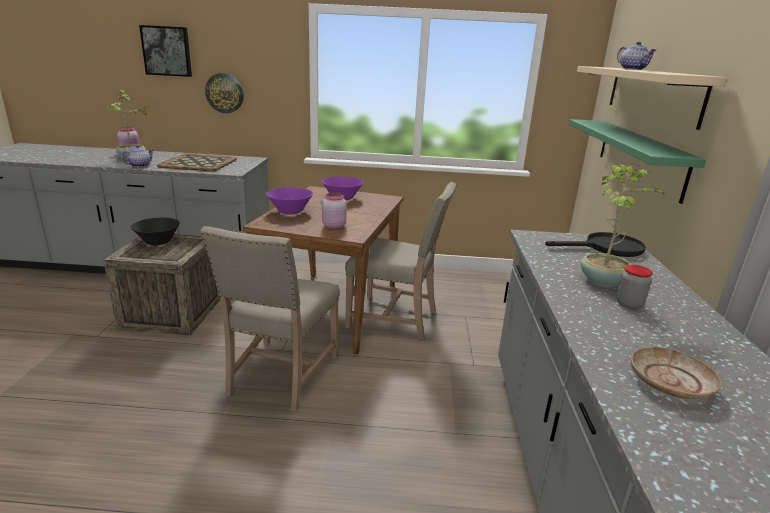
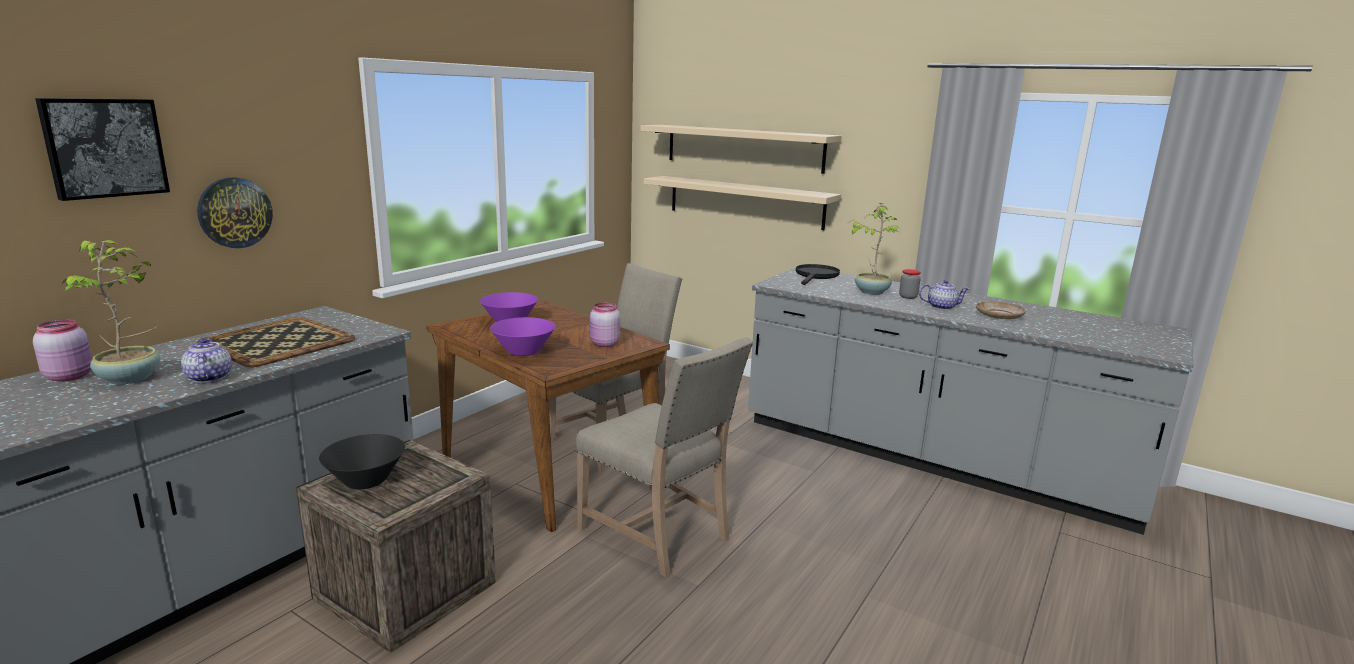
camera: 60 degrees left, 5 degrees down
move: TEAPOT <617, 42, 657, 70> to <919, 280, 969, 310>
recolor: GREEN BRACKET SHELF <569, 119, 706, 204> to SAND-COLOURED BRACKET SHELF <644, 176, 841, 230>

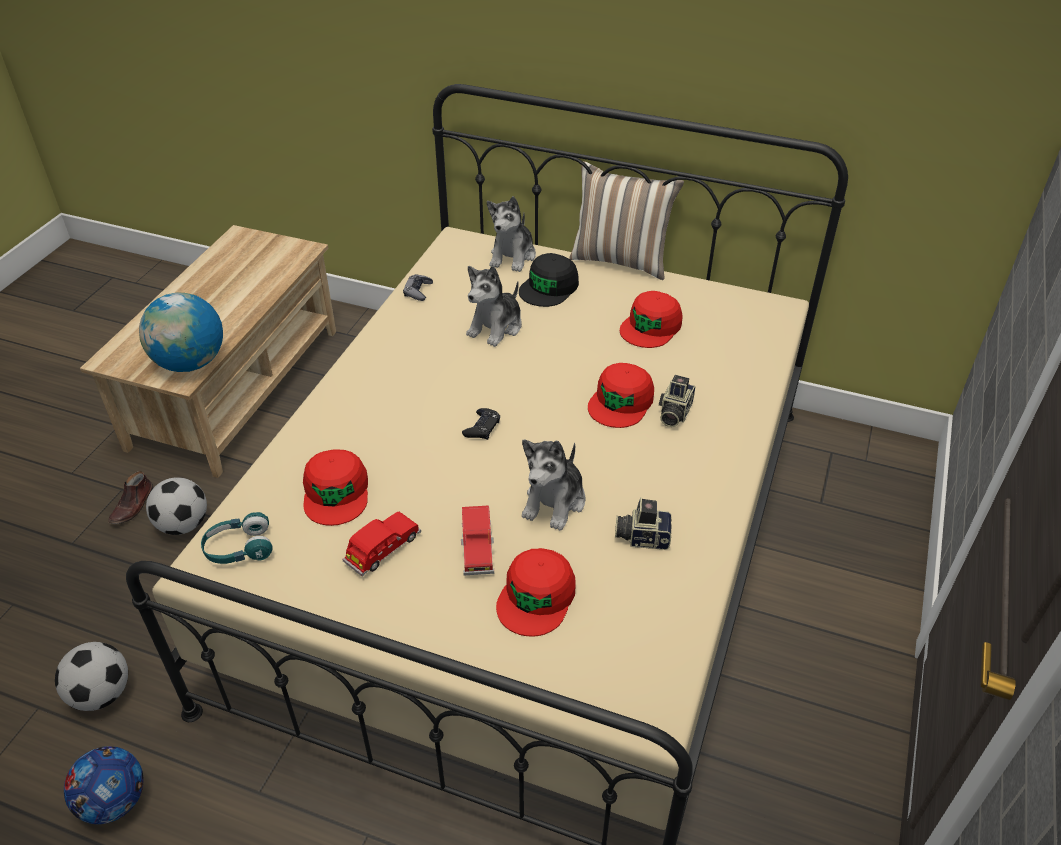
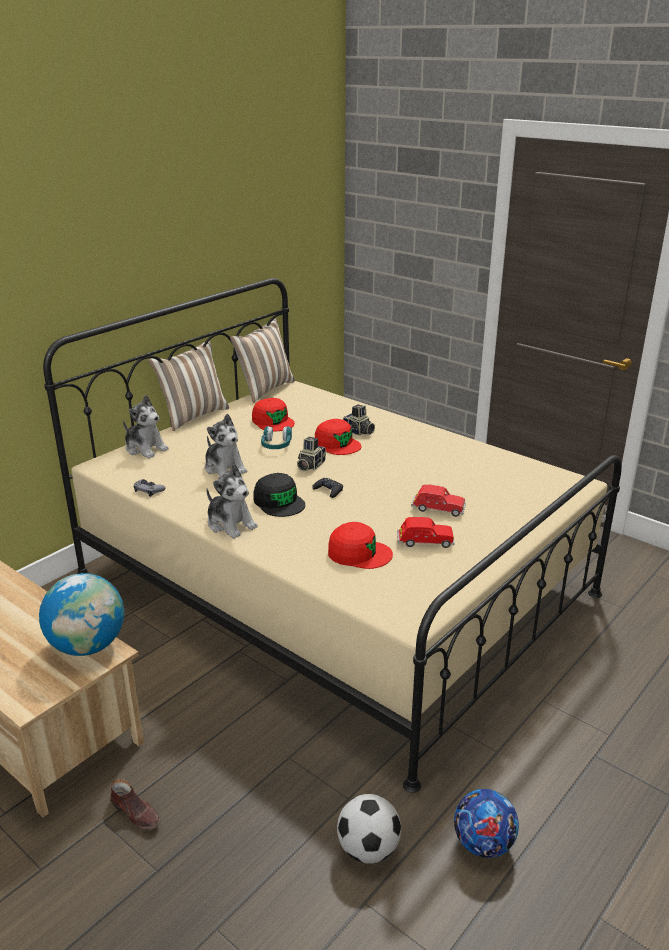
camera: 70 degrees left, 15 degrees down
delete: FOOTBALL BALL <146, 477, 207, 535>; RED CAP <496, 548, 575, 637>
insert: CUSHION <230, 318, 295, 403>
move: TURQUOISE HEADSET <201, 512, 273, 564> to <261, 426, 292, 449>; BLACK CAP <519, 253, 579, 307> to <253, 473, 305, 517>; SOFT TOY <522, 440, 585, 531> to <206, 464, 258, 539>; PHOTO CAMERA <615, 497, 671, 550> to <297, 437, 326, 471>
rotate: RED TOY CAR <342, 512, 421, 577> = <397, 517, 455, 548> 120 degrees clockwise

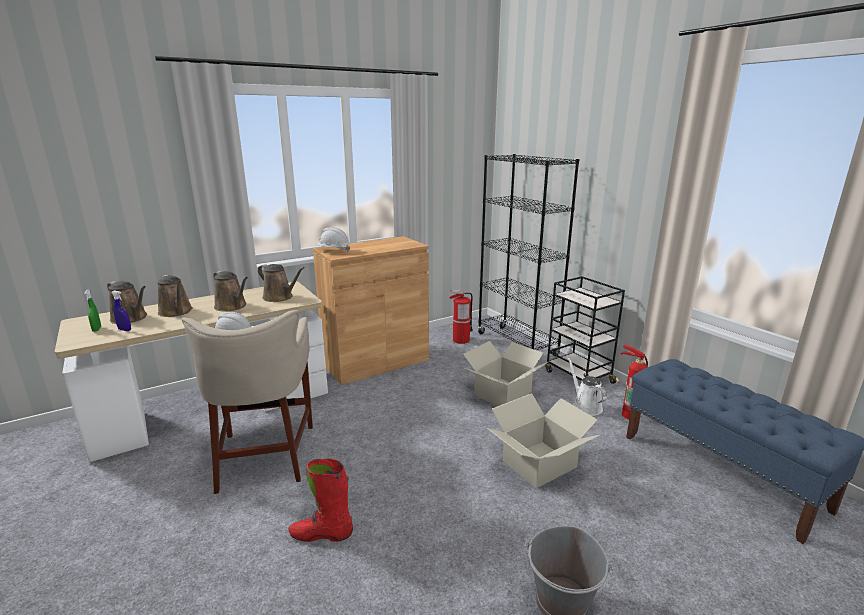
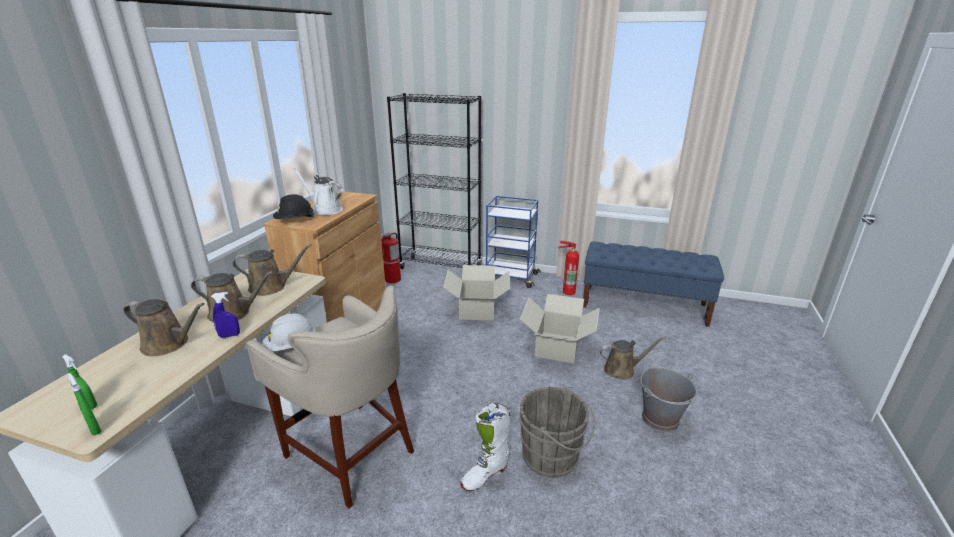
camera: 40 degrees left, 5 degrees up
insert: GREEN SPRAYER <68, 373, 101, 435>; GREY PAIL <519, 387, 595, 478>
move: BROWN SPRINKLING CAN <107, 281, 147, 324> to <600, 336, 666, 380>; BLUISH SPRAYER <111, 291, 131, 331> to <211, 292, 240, 338>; WHITISH SPRINKLING CAN <568, 357, 607, 416> to <293, 168, 343, 215>
recolor: RED TALL BOOT <289, 459, 353, 542> to WHITISH TALL BOOT <460, 403, 510, 491>; WHITISH HARD HAT <315, 227, 351, 251> to BLACK HARD HAT <273, 194, 314, 219>; BLACK TROLLEY <545, 276, 625, 384> to BLUISH TROLLEY <486, 196, 541, 288>

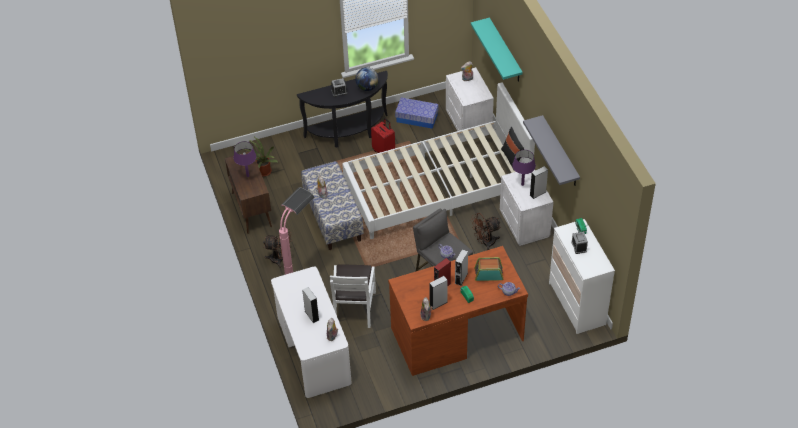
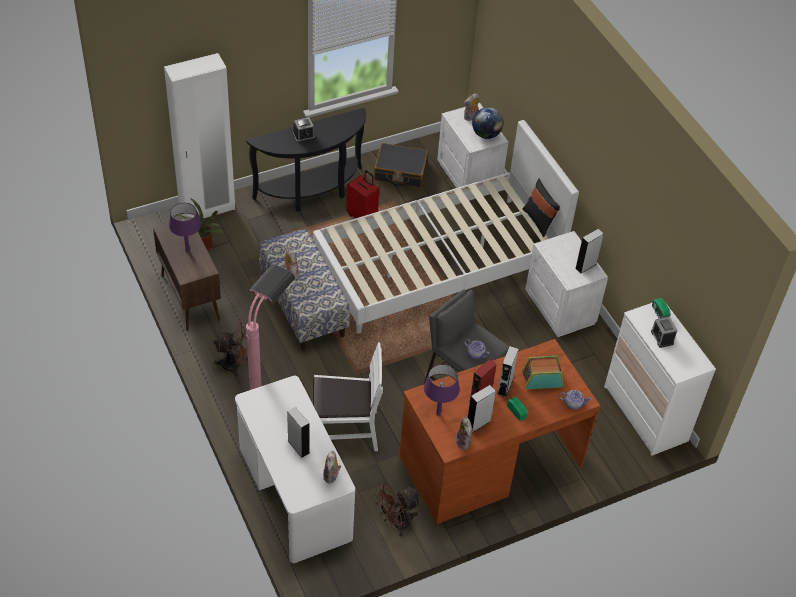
camera: 10 degrees left, 0 degrees up
delete: TURQUOISE BRACKET SHELF <471, 18, 523, 82>; GREY BRACKET SHELF <523, 115, 580, 185>
insert: WHITISH ARMOIRE <164, 53, 235, 218>
move: DESK GLOBE <355, 67, 379, 91> to <472, 107, 503, 139>; BROWN FAN <471, 213, 501, 250> to <374, 483, 421, 537>; PURPLISH TABLETOP LAMP <512, 150, 536, 186> to <424, 364, 460, 416>
replace: STORAGE BIN <395, 97, 439, 129> to BLACK PIECE OF LUGGAGE <374, 143, 428, 188>
rotate: WHITISH UPRIGHT CHAIR <330, 264, 376, 328> = <313, 342, 383, 451> 90 degrees counterclockwise

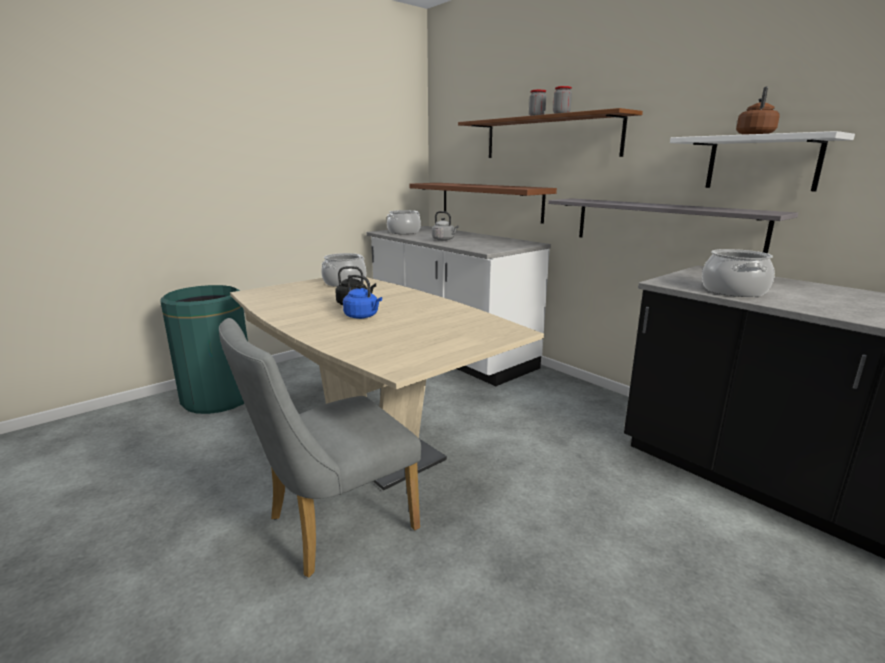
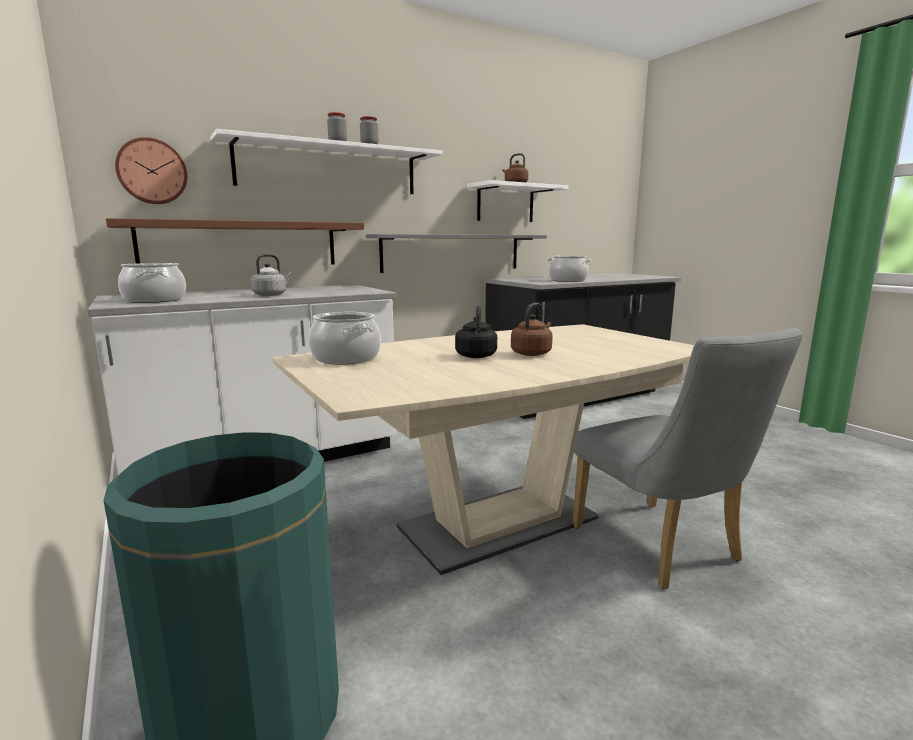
camera: 80 degrees left, 5 degrees down
insert: HANGING CLOCK <115, 137, 187, 204>
recolor: BLUISH KETTLE <343, 275, 382, 319> to BROWN KETTLE <511, 303, 553, 356>; BROWN BRACKET SHELF <458, 108, 643, 158> to WHITISH BRACKET SHELF <210, 129, 443, 194>

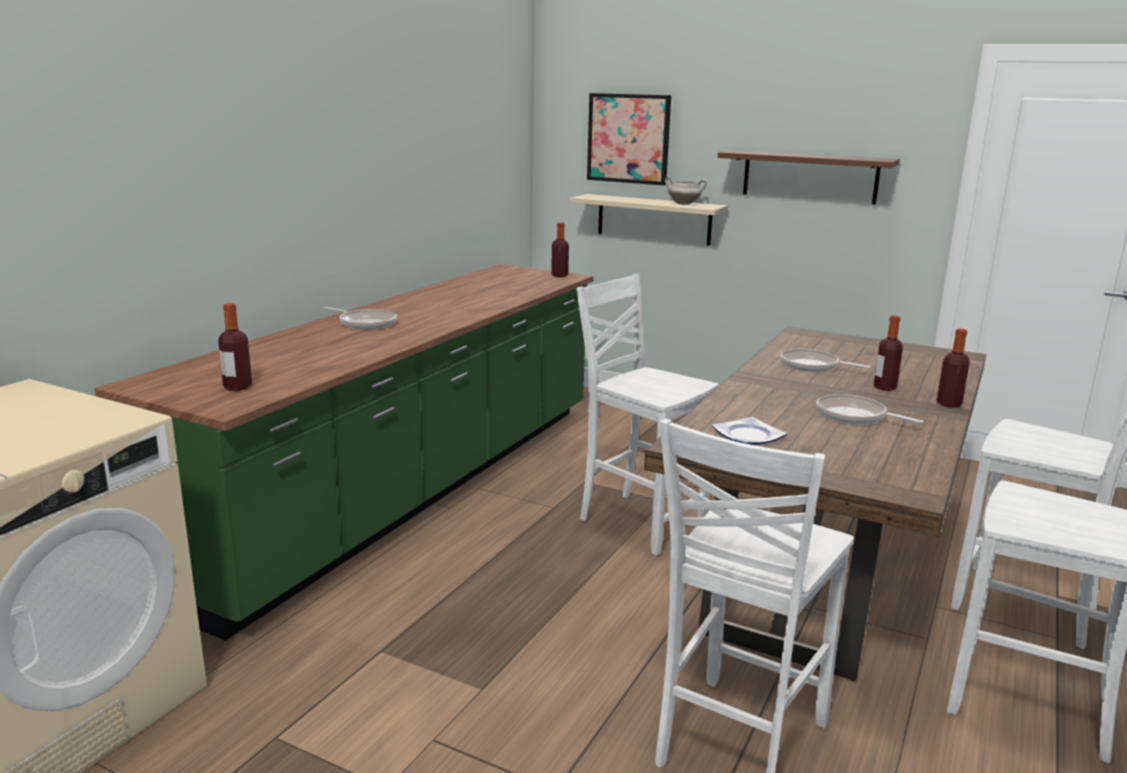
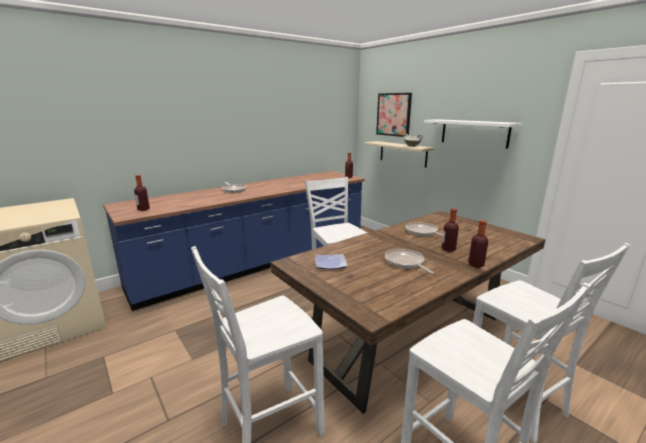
camera: 25 degrees right, 0 degrees up
recolor: GREEN COUNTER <95, 264, 594, 641> to BLUISH COUNTER <103, 171, 365, 311>; BROWN BRACKET SHELF <718, 150, 900, 205> to WHITISH BRACKET SHELF <424, 119, 522, 149>

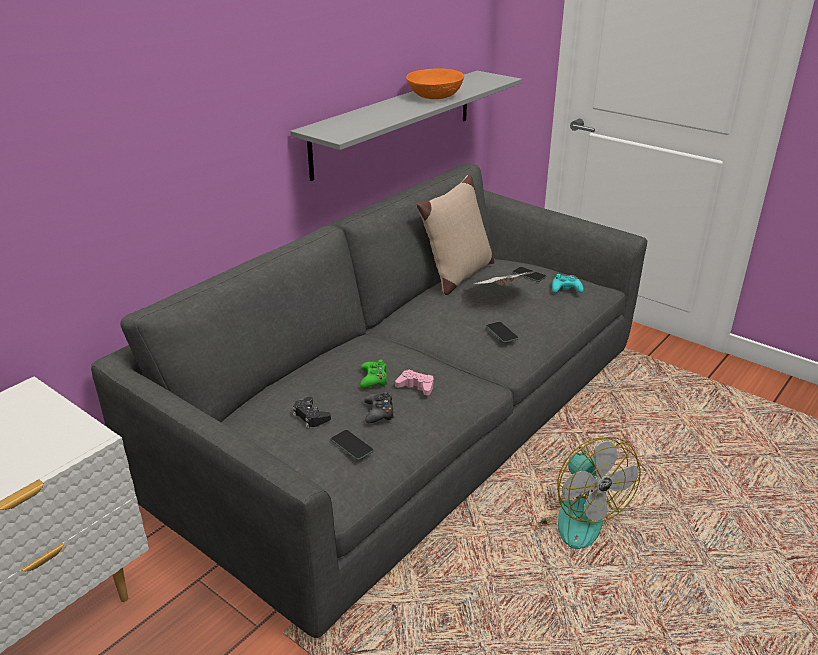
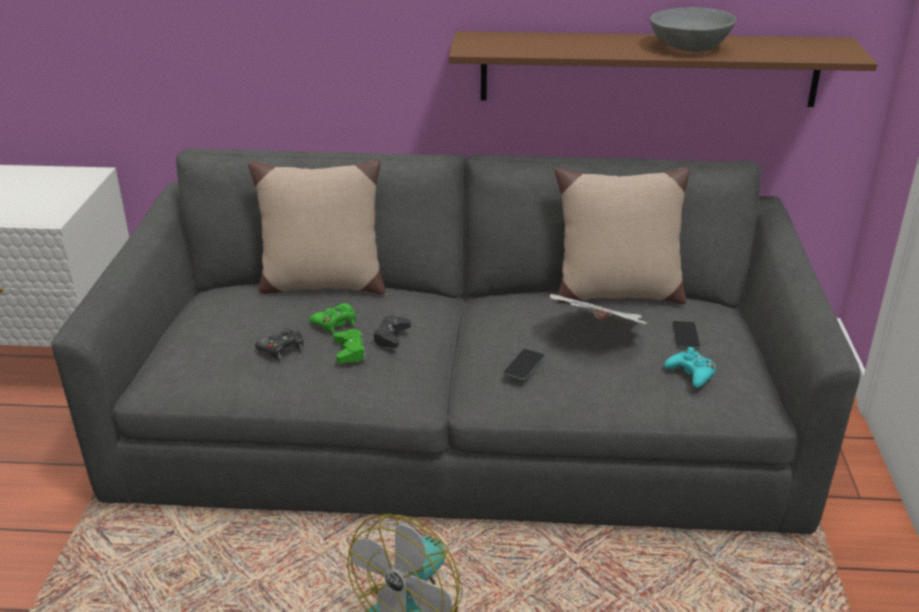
camera: 55 degrees right, 0 degrees up
delete: HANDSET <331, 430, 374, 460>
insert: SAND-COLOURED CUSHION <248, 160, 385, 295>
move: BLACK JOYPAD <293, 397, 331, 428> to <373, 315, 411, 348>
recolor: GREY BRACKET SHELF <290, 71, 522, 181> to BROWN BRACKET SHELF <449, 31, 877, 107>; PINK JOYPAD <395, 370, 433, 395> to GREEN JOYPAD <334, 329, 366, 363>; ORANGE-COLOURED SERVING BOWL <406, 68, 464, 99> to GREY SERVING BOWL <650, 7, 736, 52>

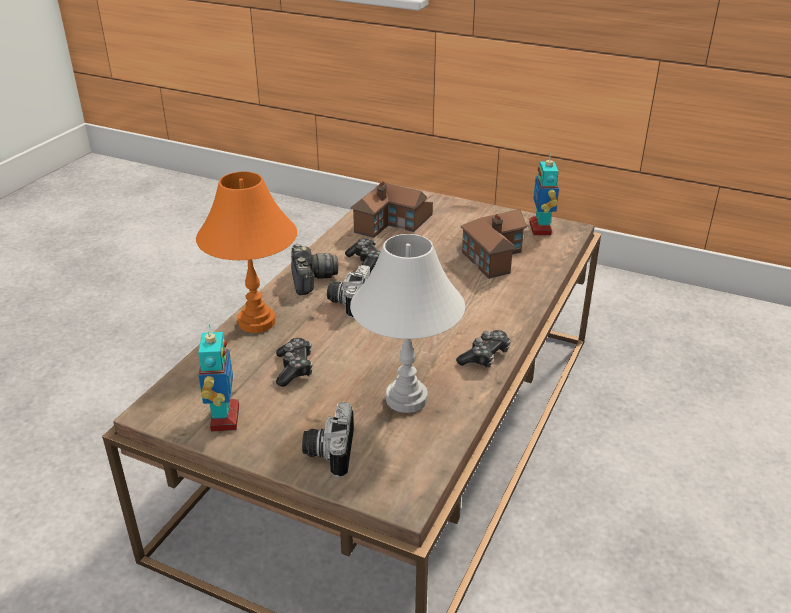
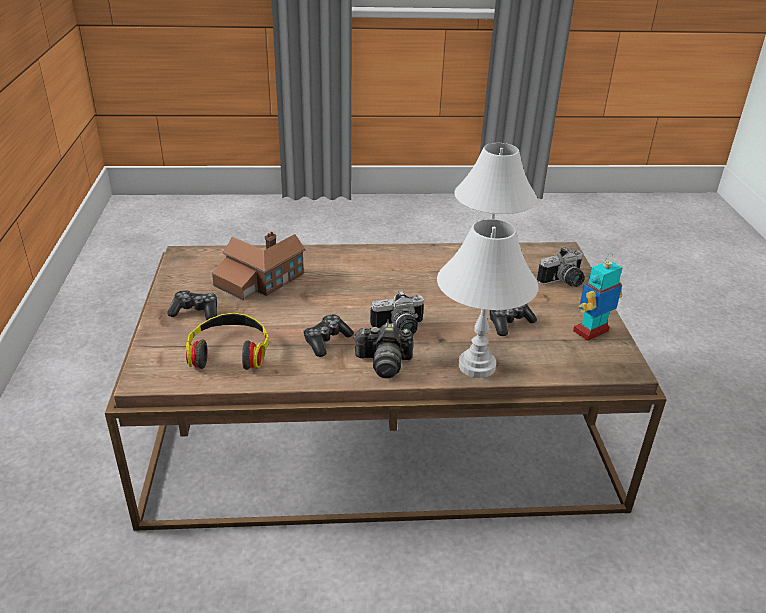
camera: 120 degrees left, 0 degrees up
delete: TOY ROBOT <529, 153, 559, 235>
move: JOYPAD <456, 330, 511, 368> to <167, 290, 217, 320>
replace: TOY HOUSE <351, 181, 433, 238> to HEADSET <186, 313, 269, 370>
recolor: ORANGE-COLOURED TABLETOP LAMP <196, 172, 297, 333> to WHITISH TABLETOP LAMP <437, 219, 539, 378>
rotate: PHOTO CAMERA <291, 244, 338, 295> = <353, 323, 413, 378> 135 degrees counterclockwise

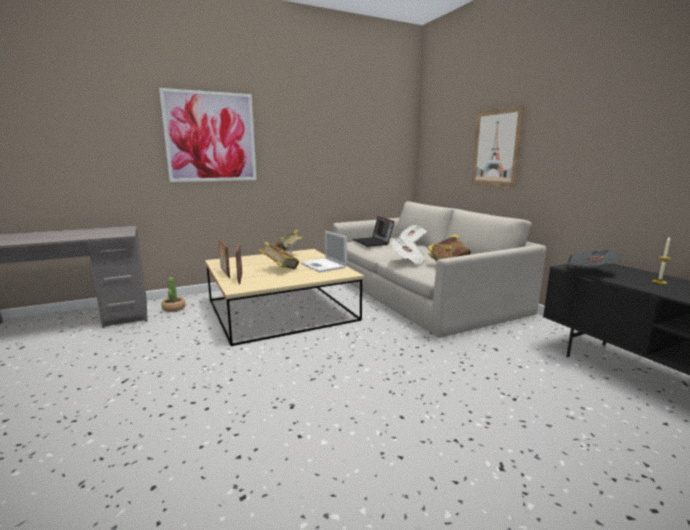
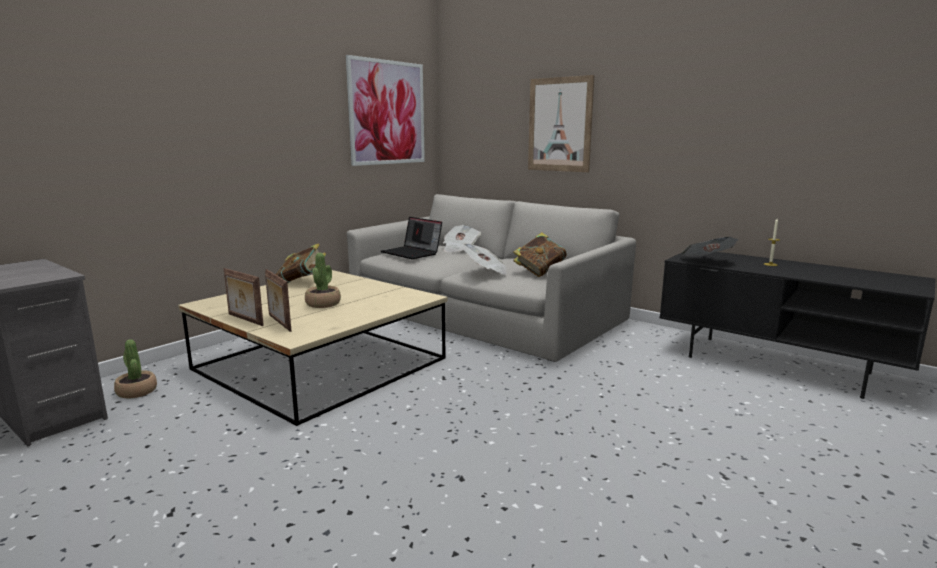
camera: 25 degrees left, 0 degrees up
delete: PORTABLE COMPUTER <300, 231, 347, 272>
move: WALL PICTURE <159, 88, 257, 182> to <346, 55, 425, 166>
replace: BOUND BOOK <259, 241, 299, 269> to PLANT IN A POT <305, 253, 341, 308>

